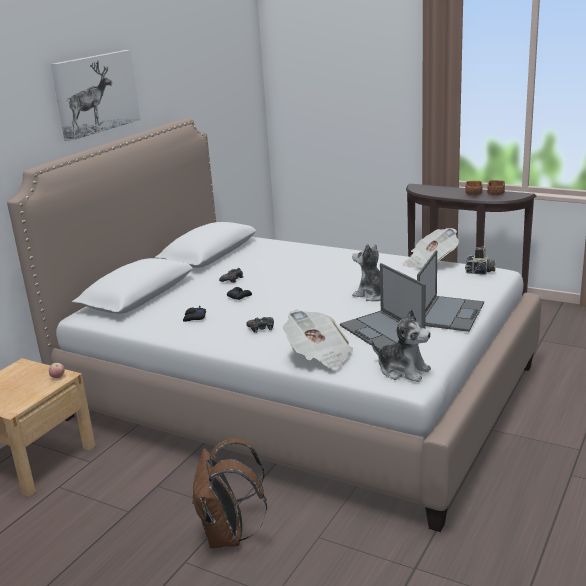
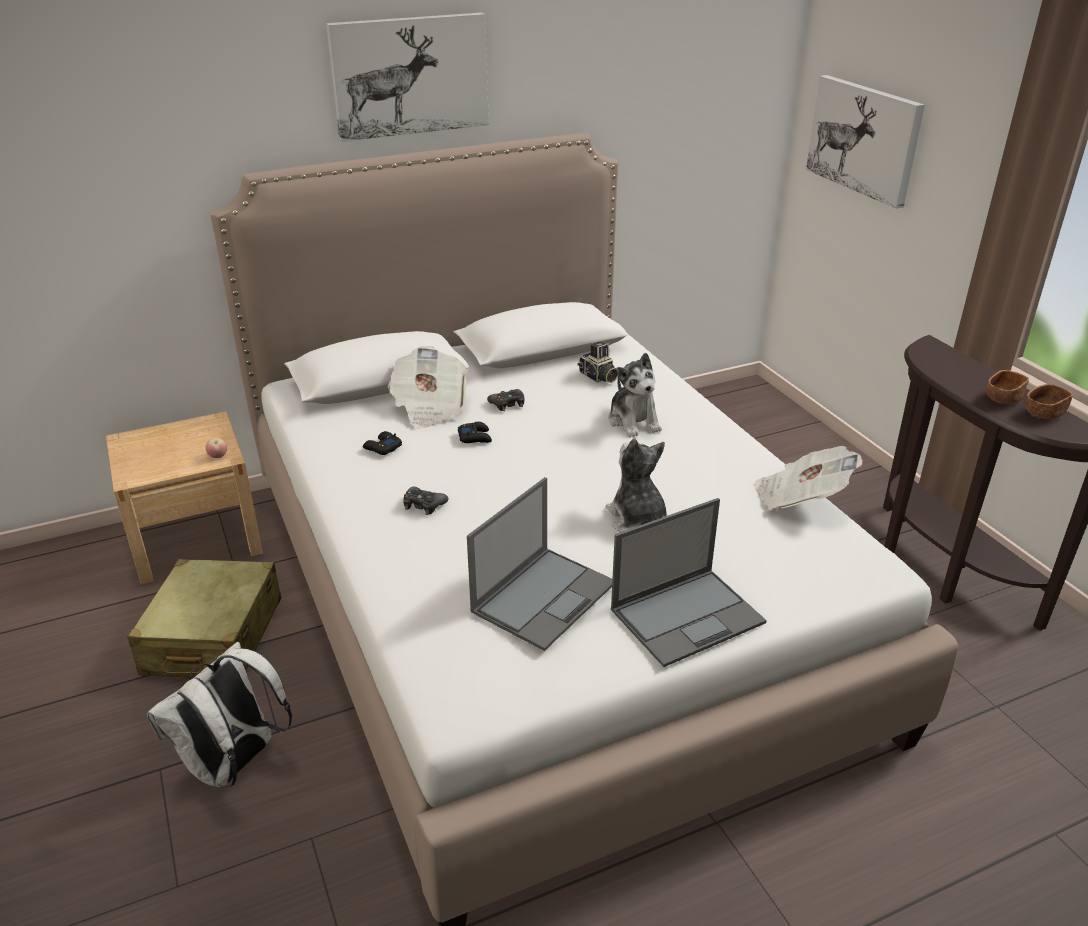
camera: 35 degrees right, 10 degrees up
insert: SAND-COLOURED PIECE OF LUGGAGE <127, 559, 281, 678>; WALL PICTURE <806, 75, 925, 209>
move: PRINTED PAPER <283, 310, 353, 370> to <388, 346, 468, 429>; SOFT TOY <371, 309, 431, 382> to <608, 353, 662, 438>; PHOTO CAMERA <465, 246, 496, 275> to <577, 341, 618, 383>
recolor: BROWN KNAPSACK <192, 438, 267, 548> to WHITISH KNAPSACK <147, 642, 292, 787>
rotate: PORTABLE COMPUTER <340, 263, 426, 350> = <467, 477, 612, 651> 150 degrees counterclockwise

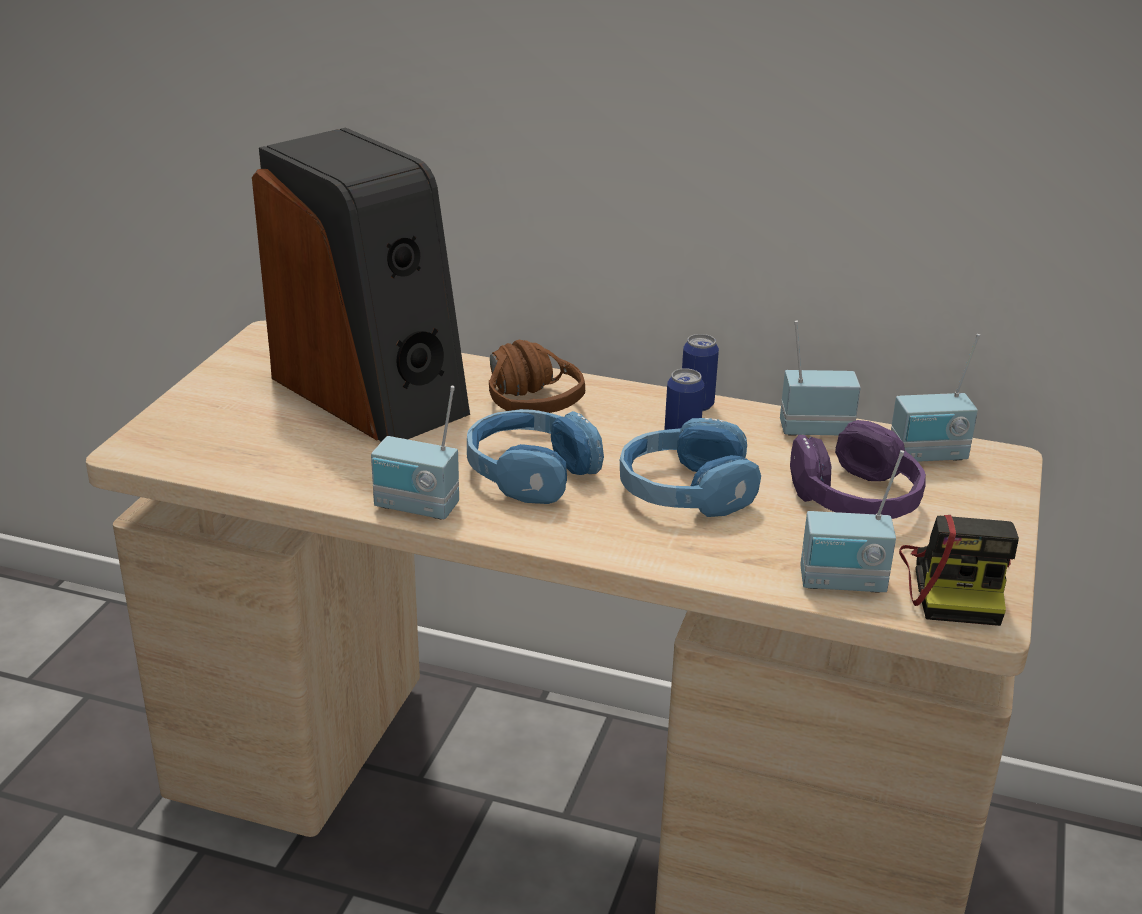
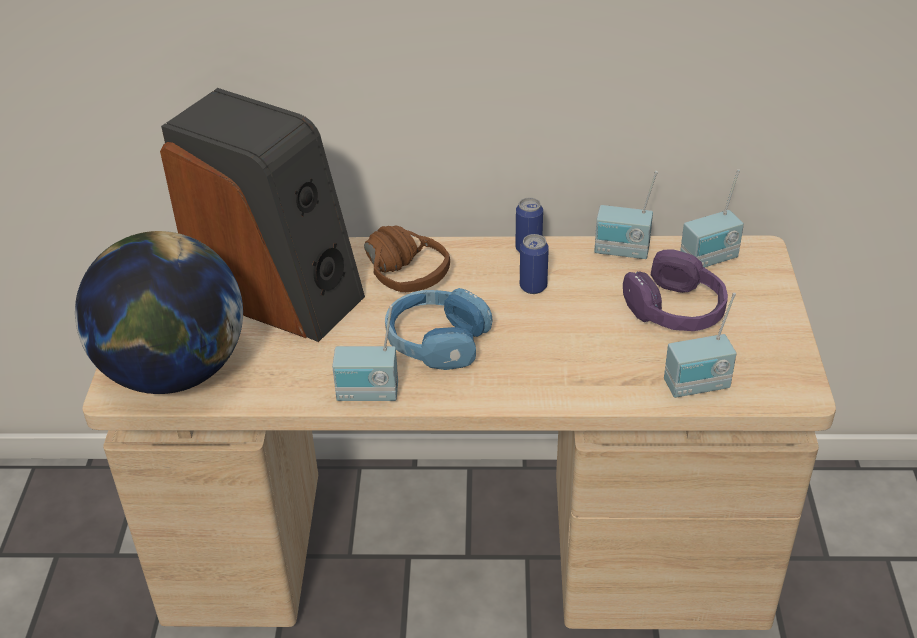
camera: 15 degrees left, 10 degrees up
delete: BLUISH HEADSET <620, 418, 761, 517>; PHOTO CAMERA <899, 515, 1019, 626>
insert: DESK GLOBE <75, 231, 243, 394>
rotate: RADIO <780, 320, 861, 436> = <594, 171, 658, 259> 150 degrees counterclockwise

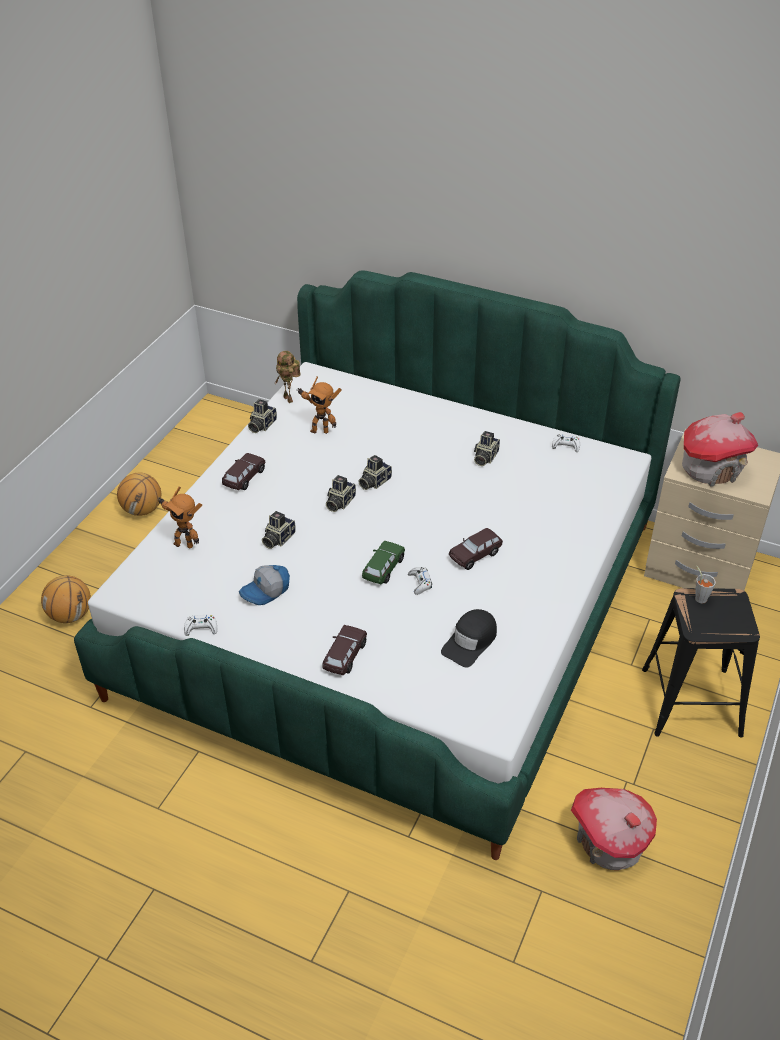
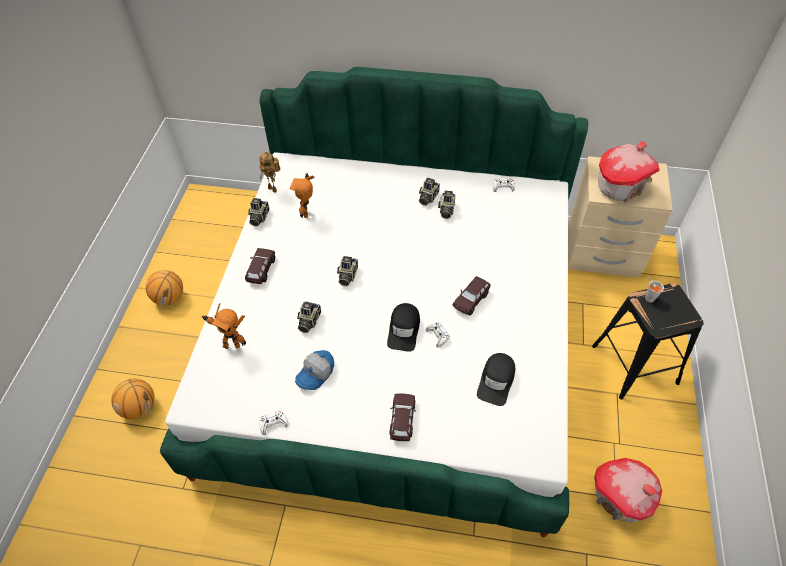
camera: 15 degrees left, 10 degrees up
move: PHOTO CAMERA <358, 455, 392, 490> to <419, 178, 440, 206>
replace: GREEN TOY CAR <362, 541, 405, 584> to BLACK CAP <387, 303, 420, 352>
rotate: TOY ROBOT <297, 376, 342, 434> = <290, 173, 315, 218> 90 degrees clockwise

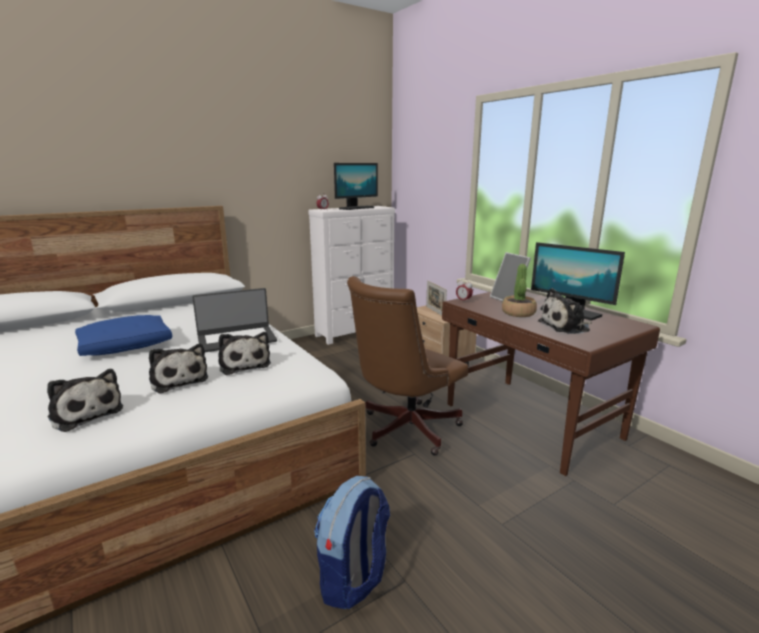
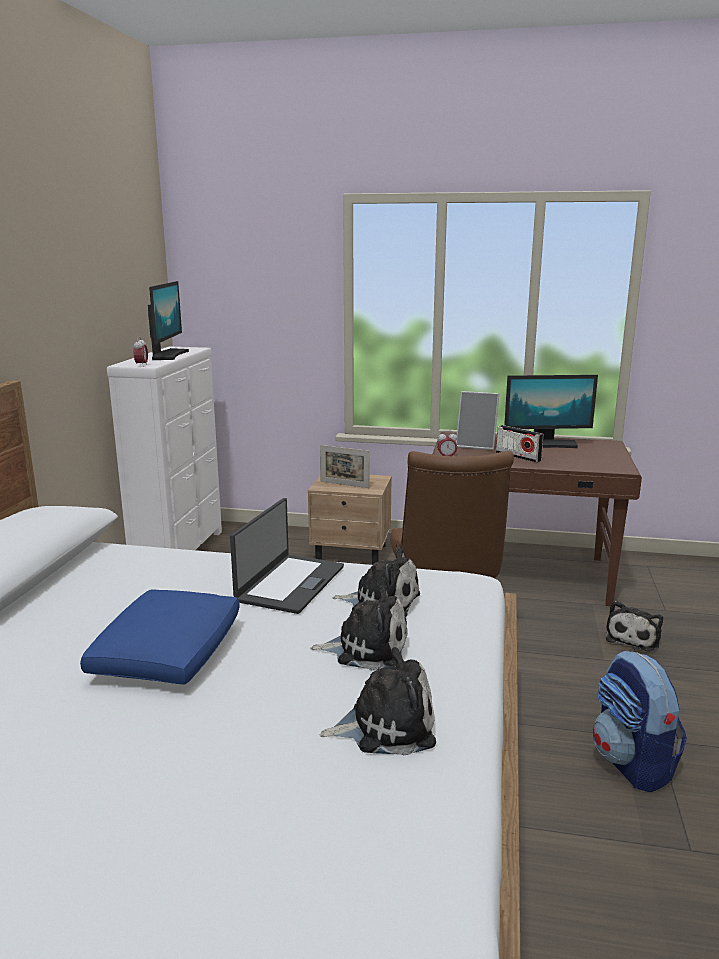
camera: 45 degrees left, 0 degrees up
move: SOFT TOY <538, 288, 592, 334> to <606, 601, 663, 651>
replace: PLANT IN A POT <502, 264, 537, 317> to RADIO <496, 425, 543, 462>

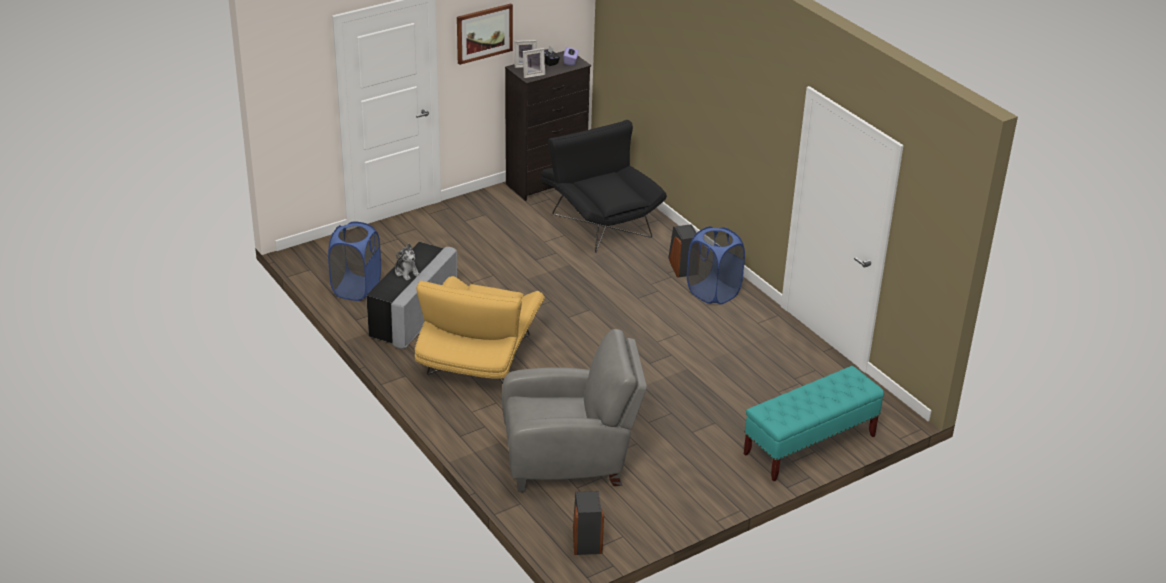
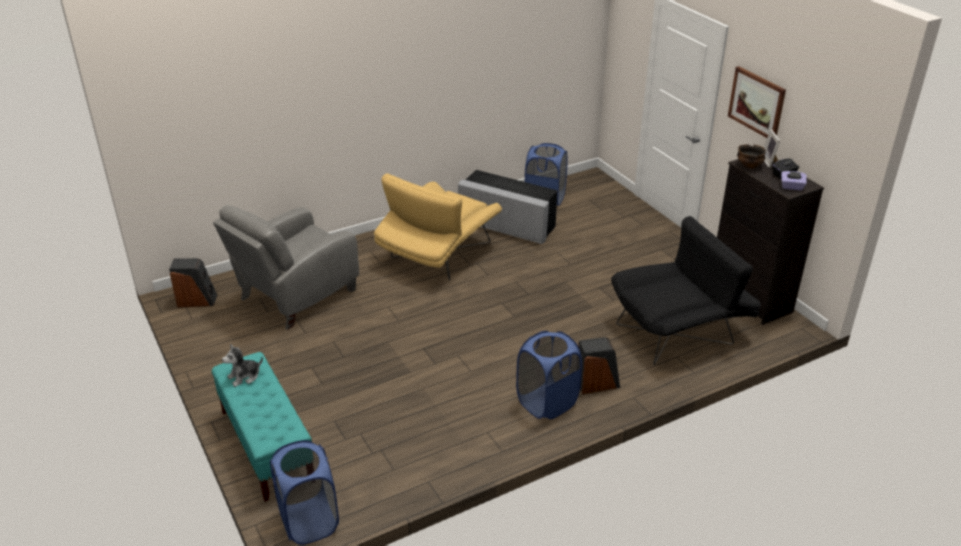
camera: 95 degrees right, 0 degrees up
insert: BLUISH HAMPER <270, 440, 339, 545>
move: SOFT TOY <395, 244, 420, 280> to <222, 344, 263, 387>
replace: STANDING FRAME <523, 48, 545, 78> to SERVING BOWL <737, 144, 766, 169>
rotate: YELLOW LOUNGE CHAIR <415, 276, 545, 383> = <374, 173, 502, 281> 75 degrees counterclockwise; GREY LOUNGE CHAIR <502, 329, 647, 492> = <213, 205, 359, 330> 45 degrees clockwise

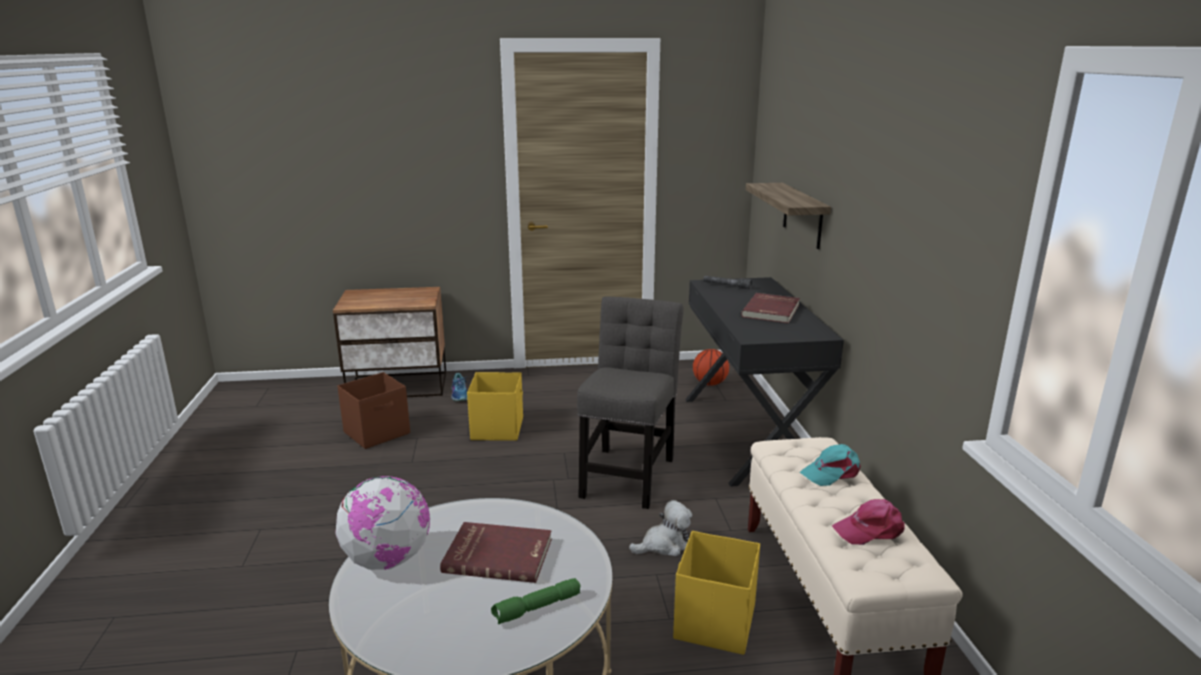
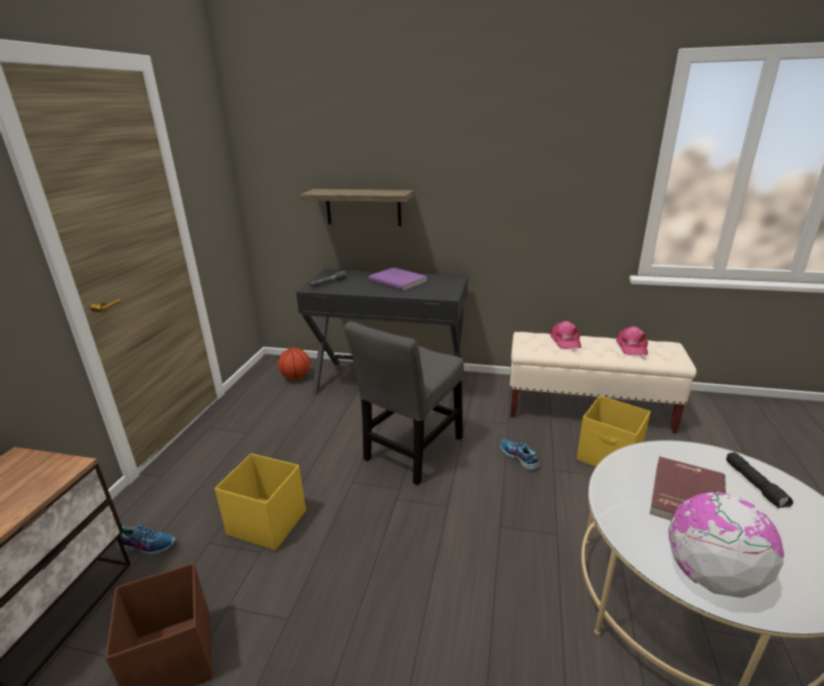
camera: 70 degrees left, 5 degrees up
replace: SOFT TOY <629, 500, 692, 556> to LOW SHOE <500, 439, 539, 470>
recolor: GREEN TORCH <491, 578, 580, 624> to BLACK TORCH <726, 452, 793, 508>; RED BOUND BOOK <741, 293, 800, 323> to PURPLISH BOUND BOOK <368, 267, 428, 291>; TURQUOISE CAP <800, 444, 861, 486> to PINK CAP <550, 321, 581, 349>
rotate: GREY UPRIGHT CHAIR <577, 297, 683, 509> = <344, 321, 464, 485> 90 degrees counterclockwise

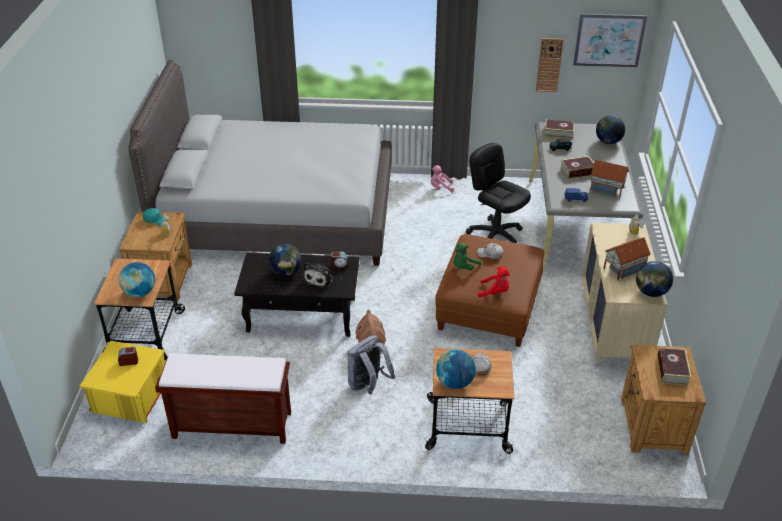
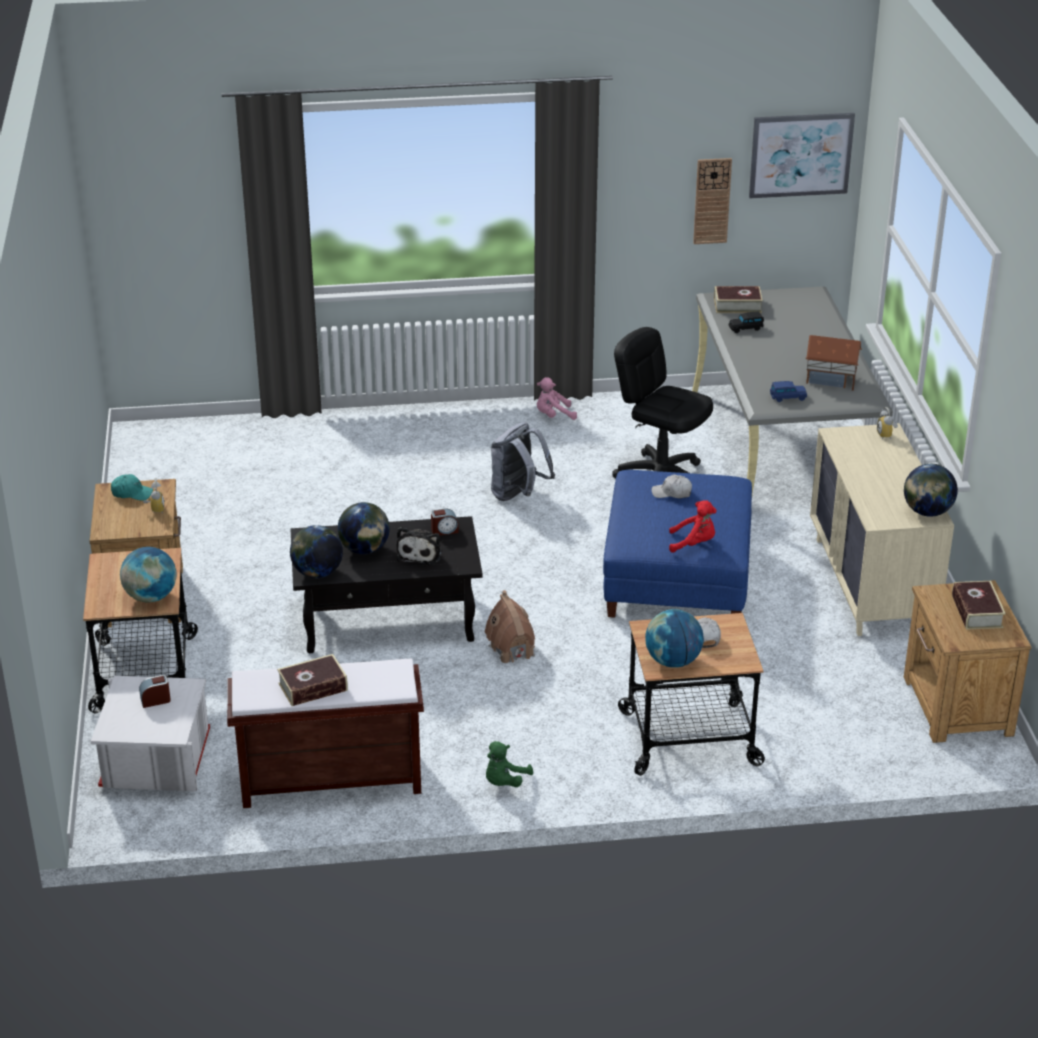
camera: 10 degrees left, 5 degrees down
delete: GREY BED <128, 60, 392, 266>; TOY HOUSE <603, 237, 651, 280>
move: GREY KNAPSACK <348, 335, 395, 394> to <491, 422, 555, 501>; GREEN SOFT TOY <453, 243, 481, 271> to <486, 741, 533, 787>; BOUND BOOK <560, 156, 594, 179> to <277, 654, 348, 706>; DESK GLOBE <596, 115, 625, 144> to <290, 525, 343, 578>
recolor: YELLOW STORAGE BIN <80, 341, 165, 423> to WHITISH STORAGE BIN <91, 676, 210, 791>; BROWN OTTOMAN <435, 234, 544, 347> to BLUISH OTTOMAN <603, 470, 752, 617>

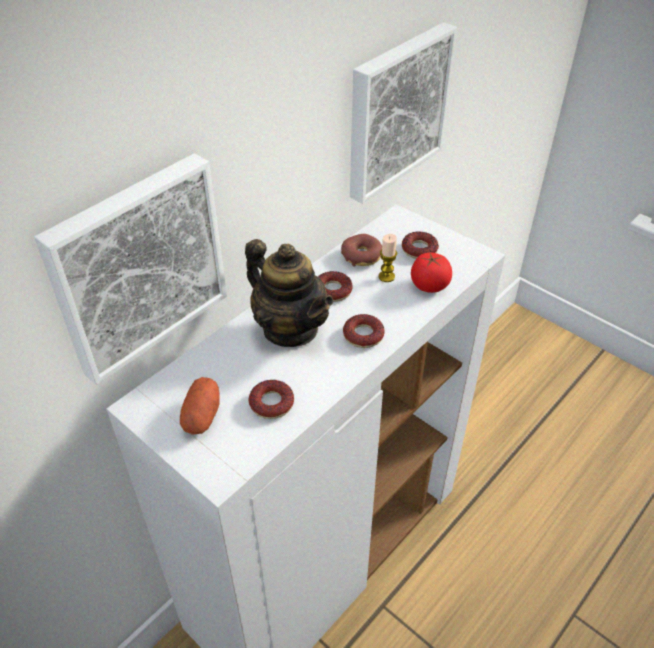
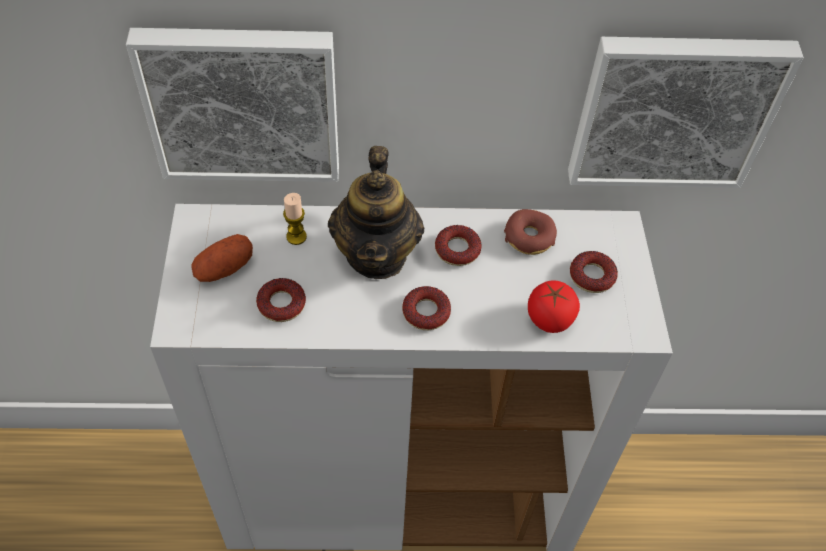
camera: 45 degrees right, 10 degrees up
move: WAX LIGHT <378, 234, 397, 282> to <283, 193, 307, 245>

